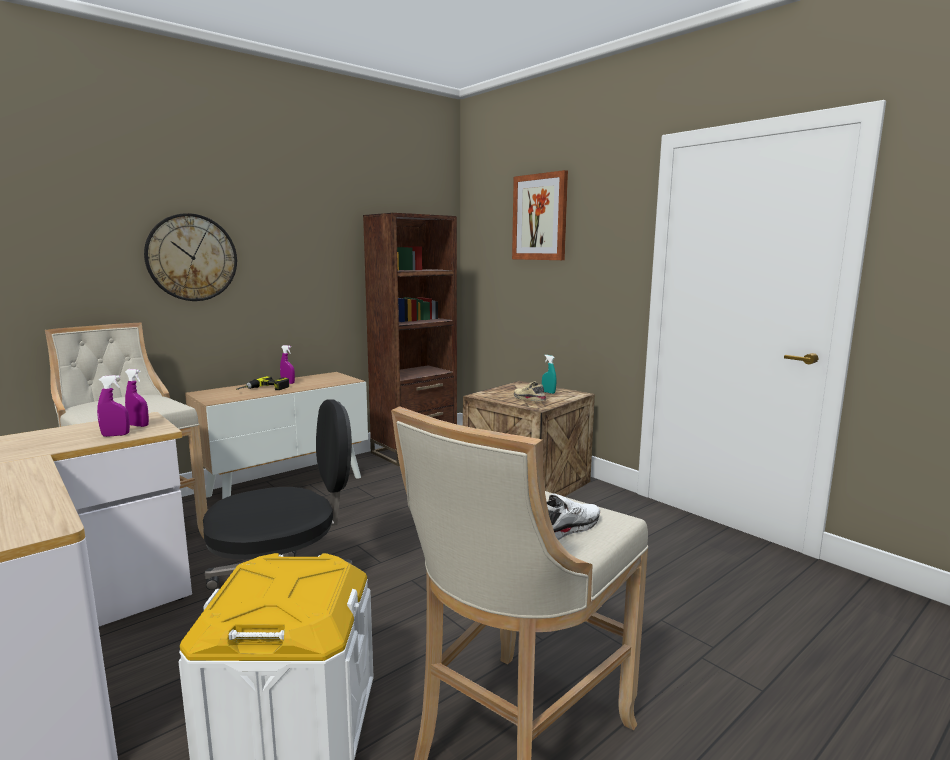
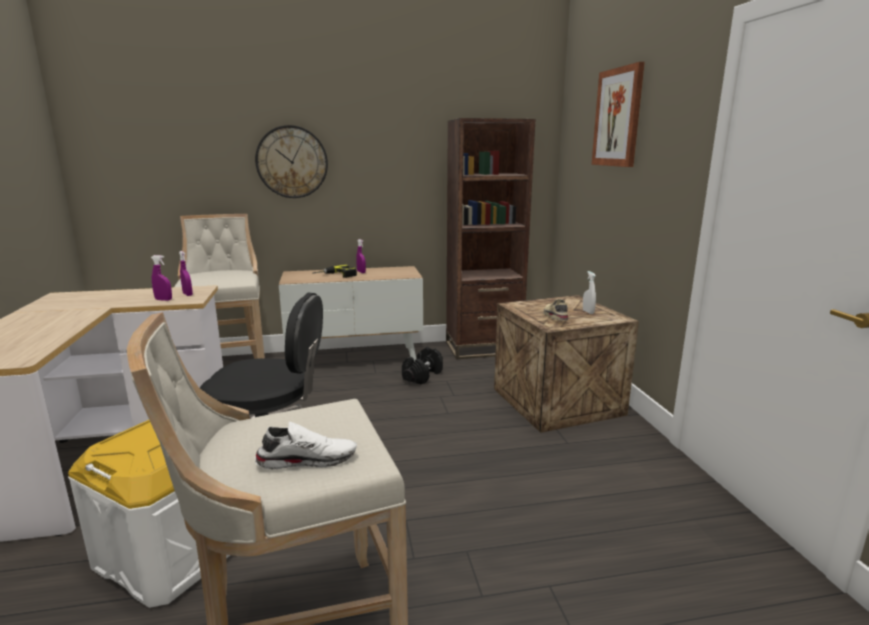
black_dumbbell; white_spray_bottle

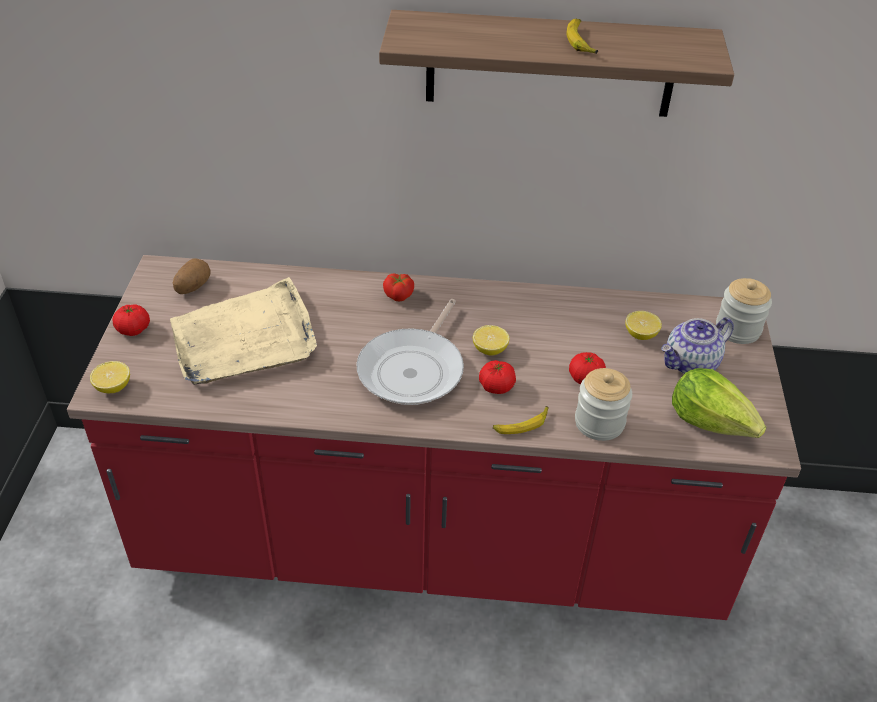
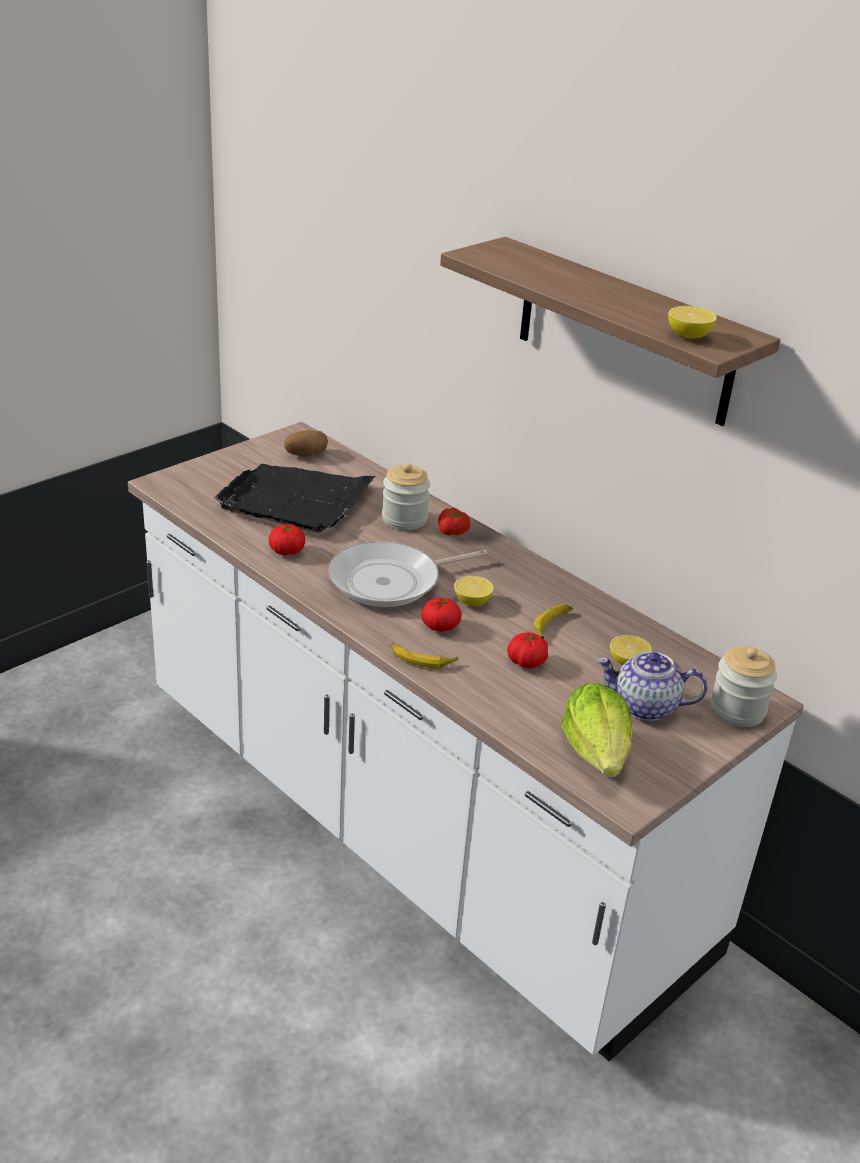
white_counter; black_tray; tomato (no. 1 from left); jar (no. 1 from left); banana (no. 2 from left); lemon (no. 3 from left)

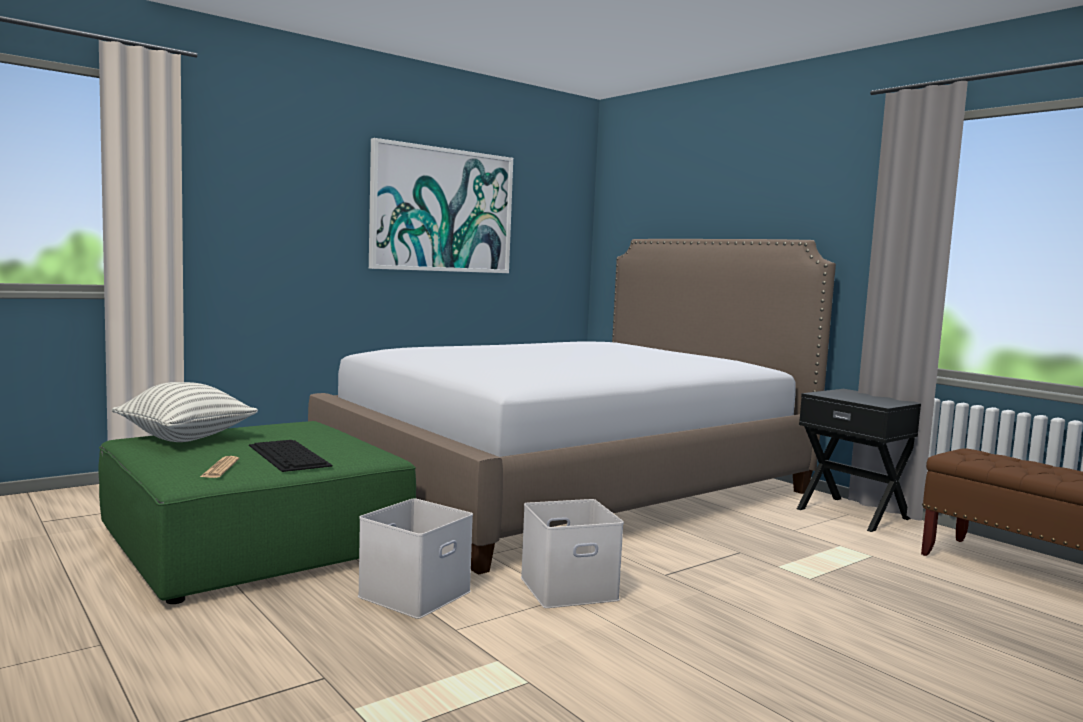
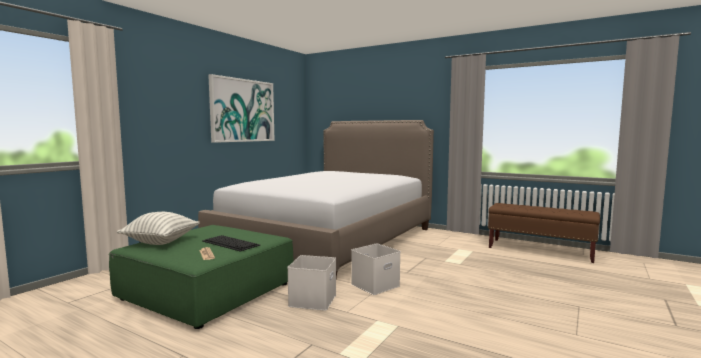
black_nightstand

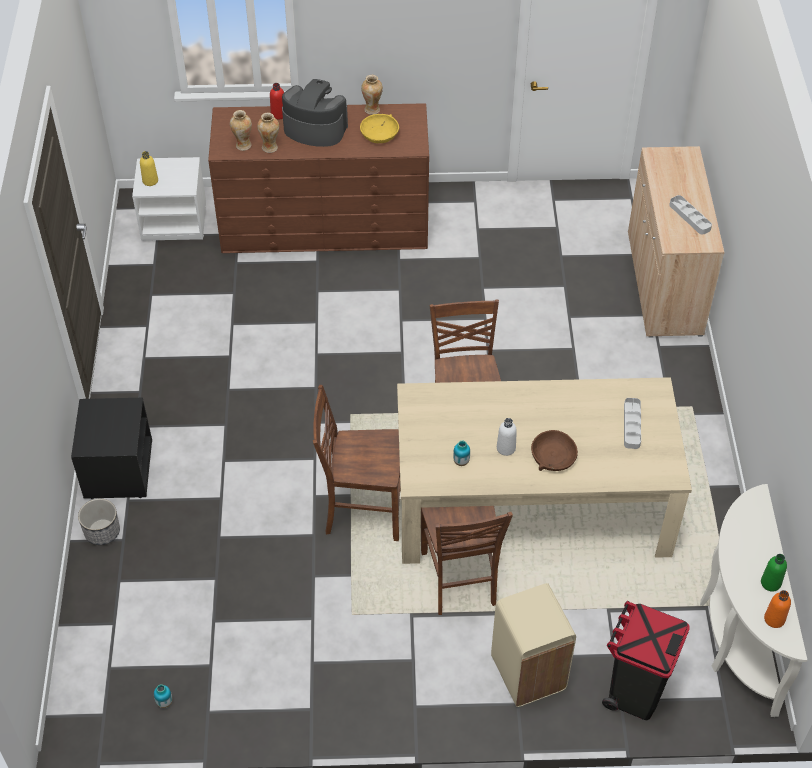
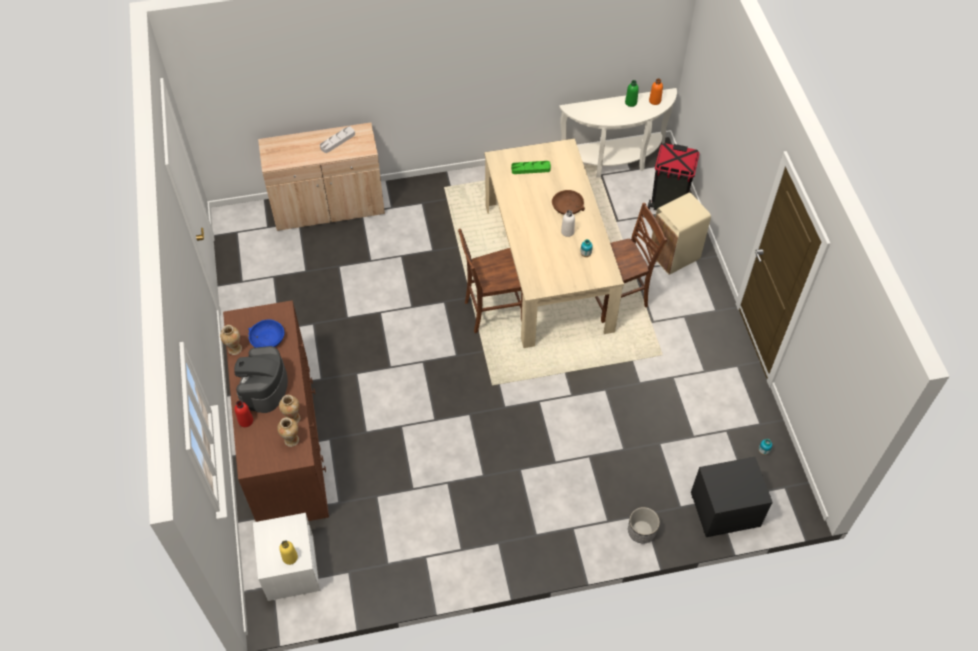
blue_bowl; green_tray; black_nightstand; brown_chair (no. 1 from left in the first image)

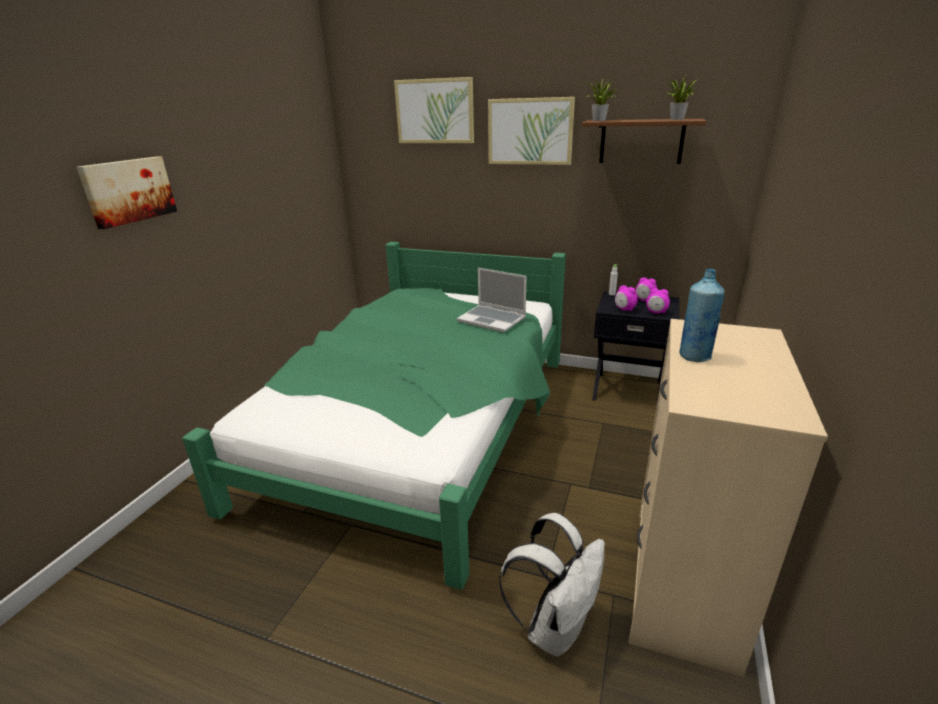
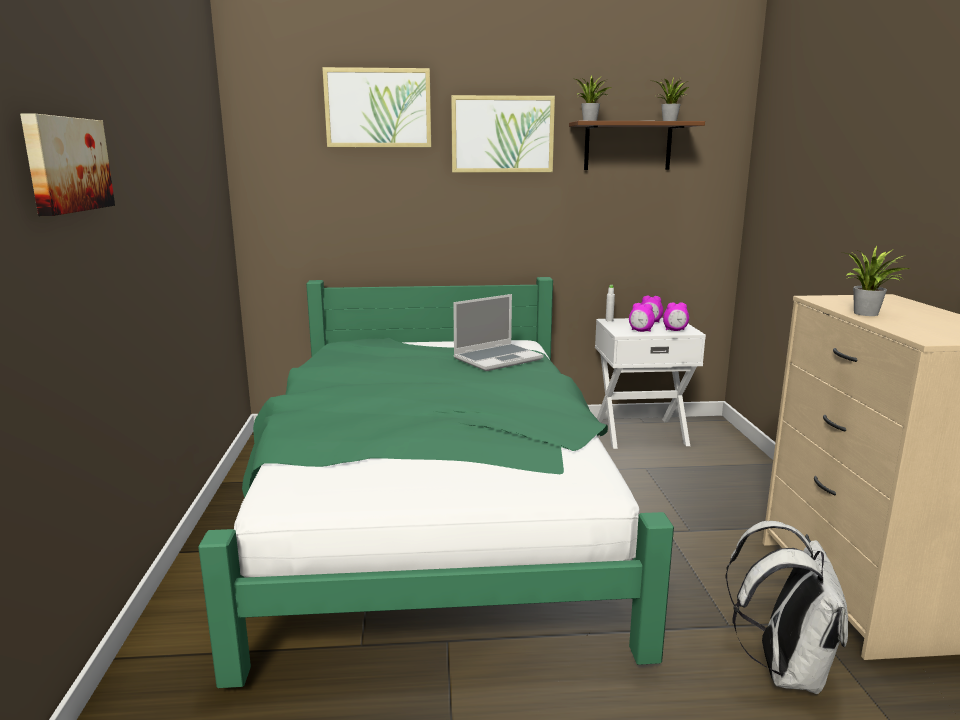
laptop; white_nightstand; potted_plant (no. 3 from left)

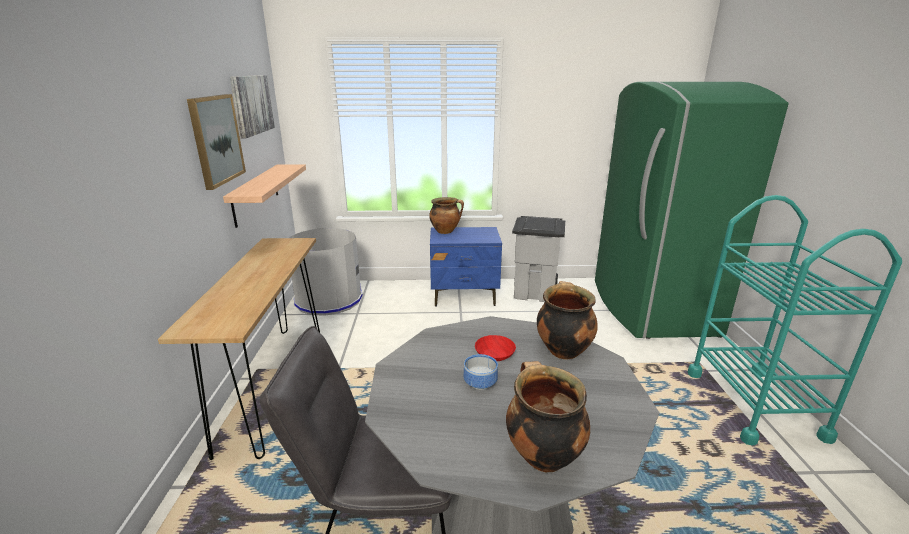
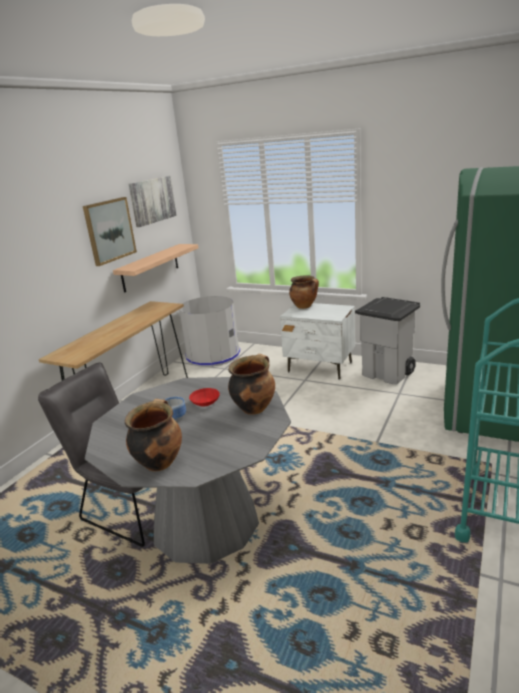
white_nightstand

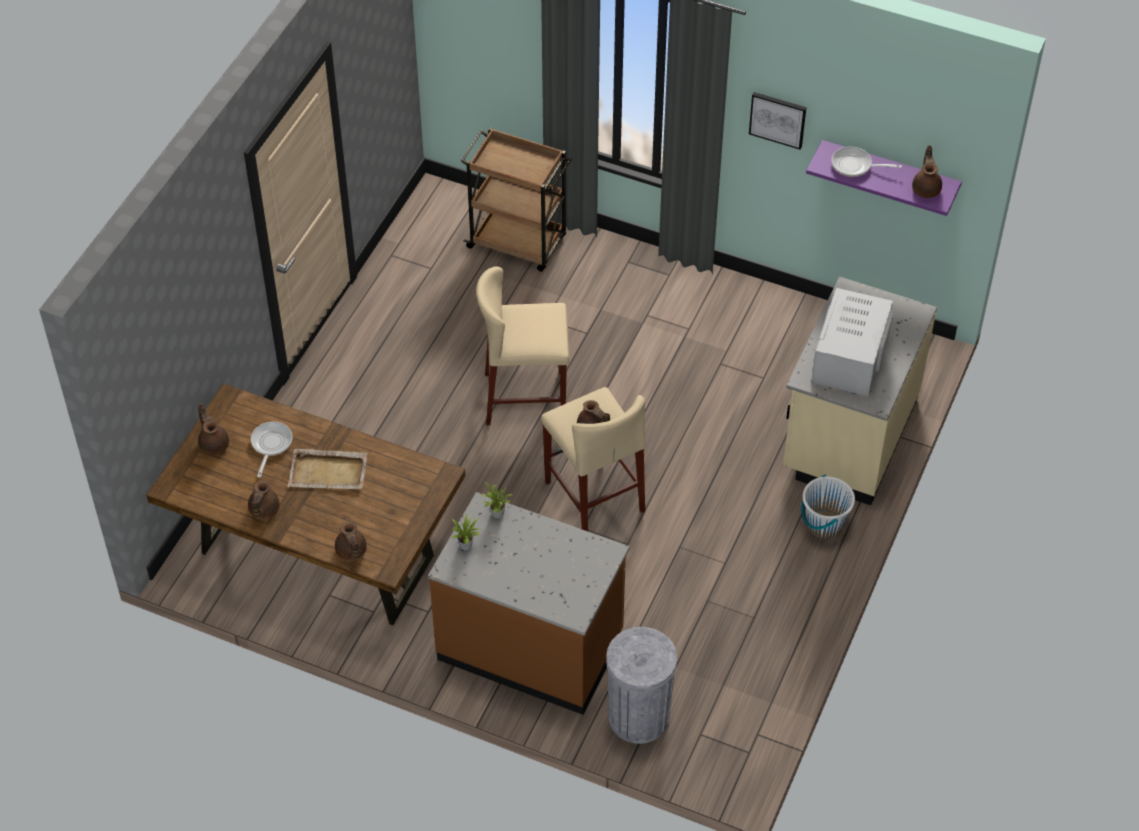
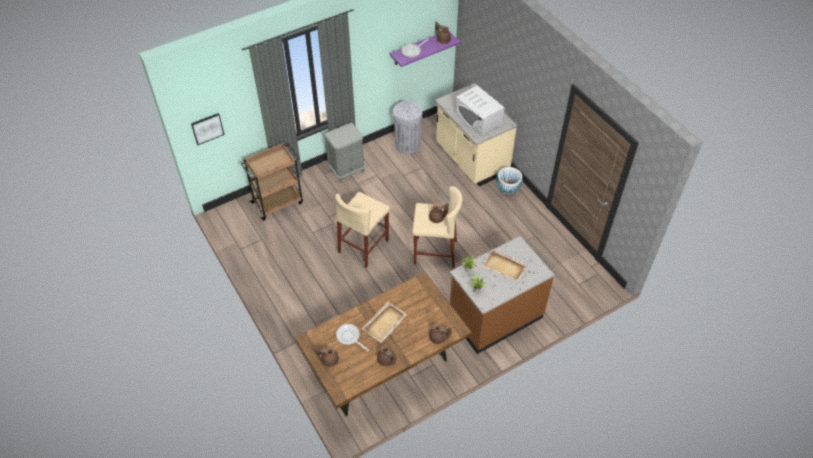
picture; grey_nightstand; grey_trash_can; beige_tray (no. 2 from left)

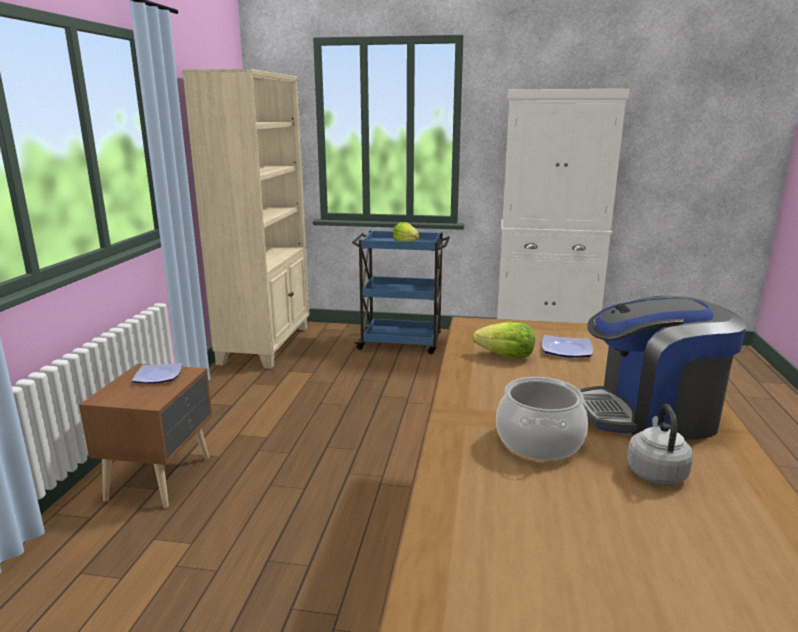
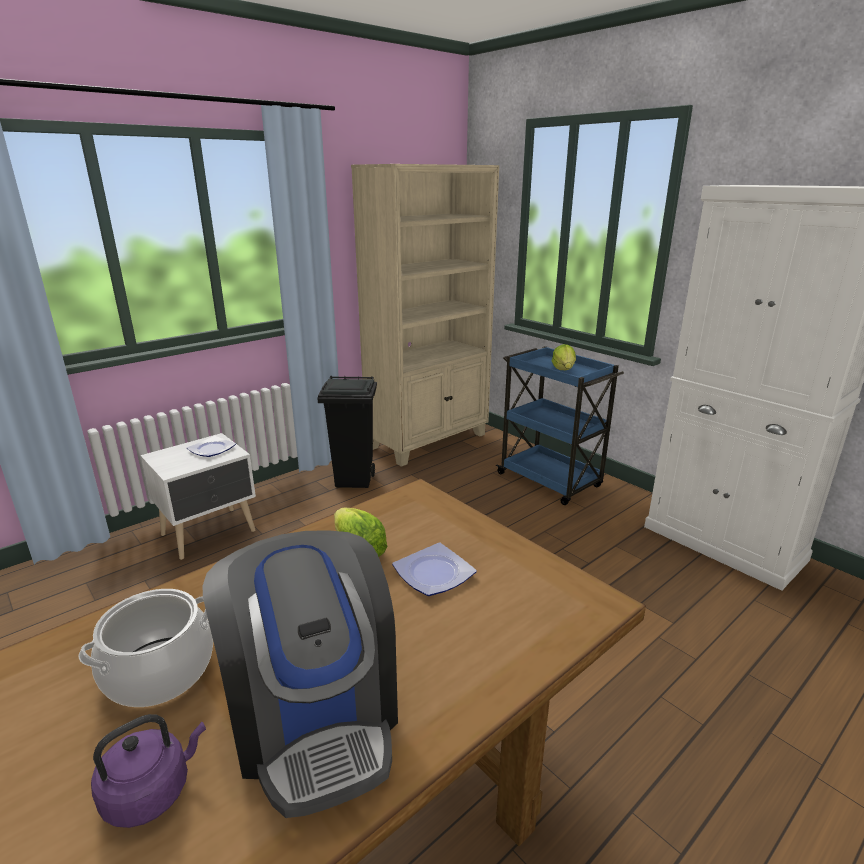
purple_kettle; white_nightstand; coffee_machine; black_trash_can

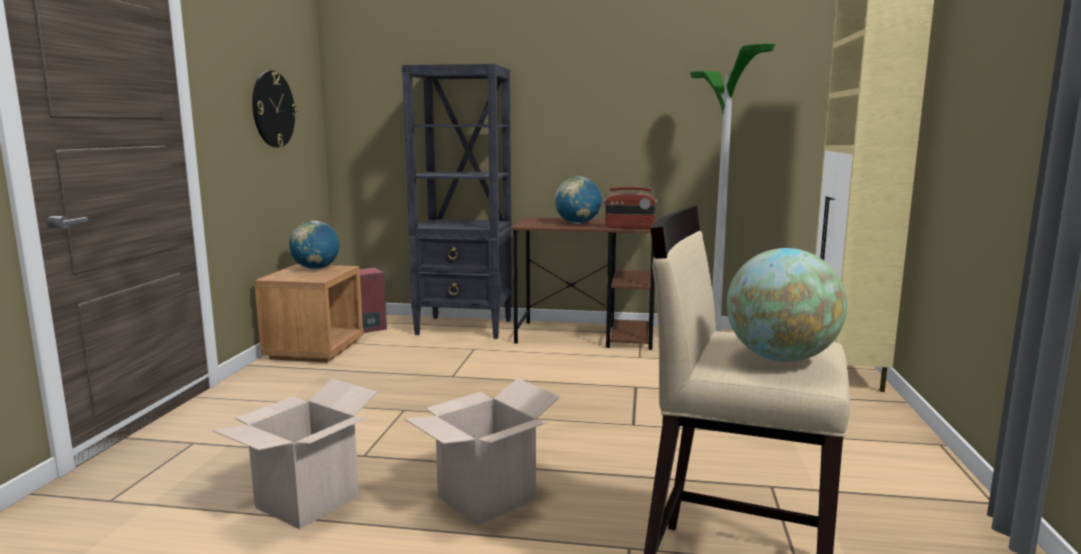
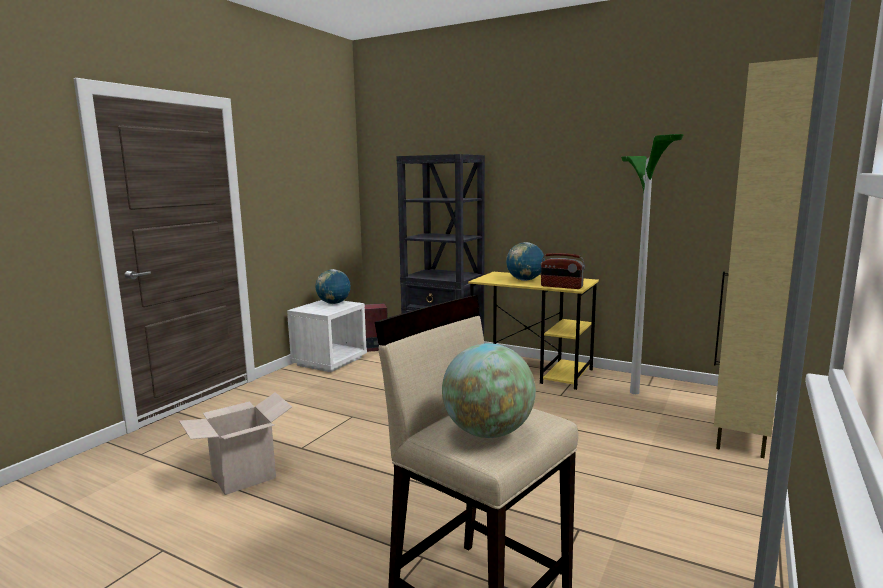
white_nightstand; yellow_desk; wall_clock; cardboard_box (no. 2 from left in the first image)

